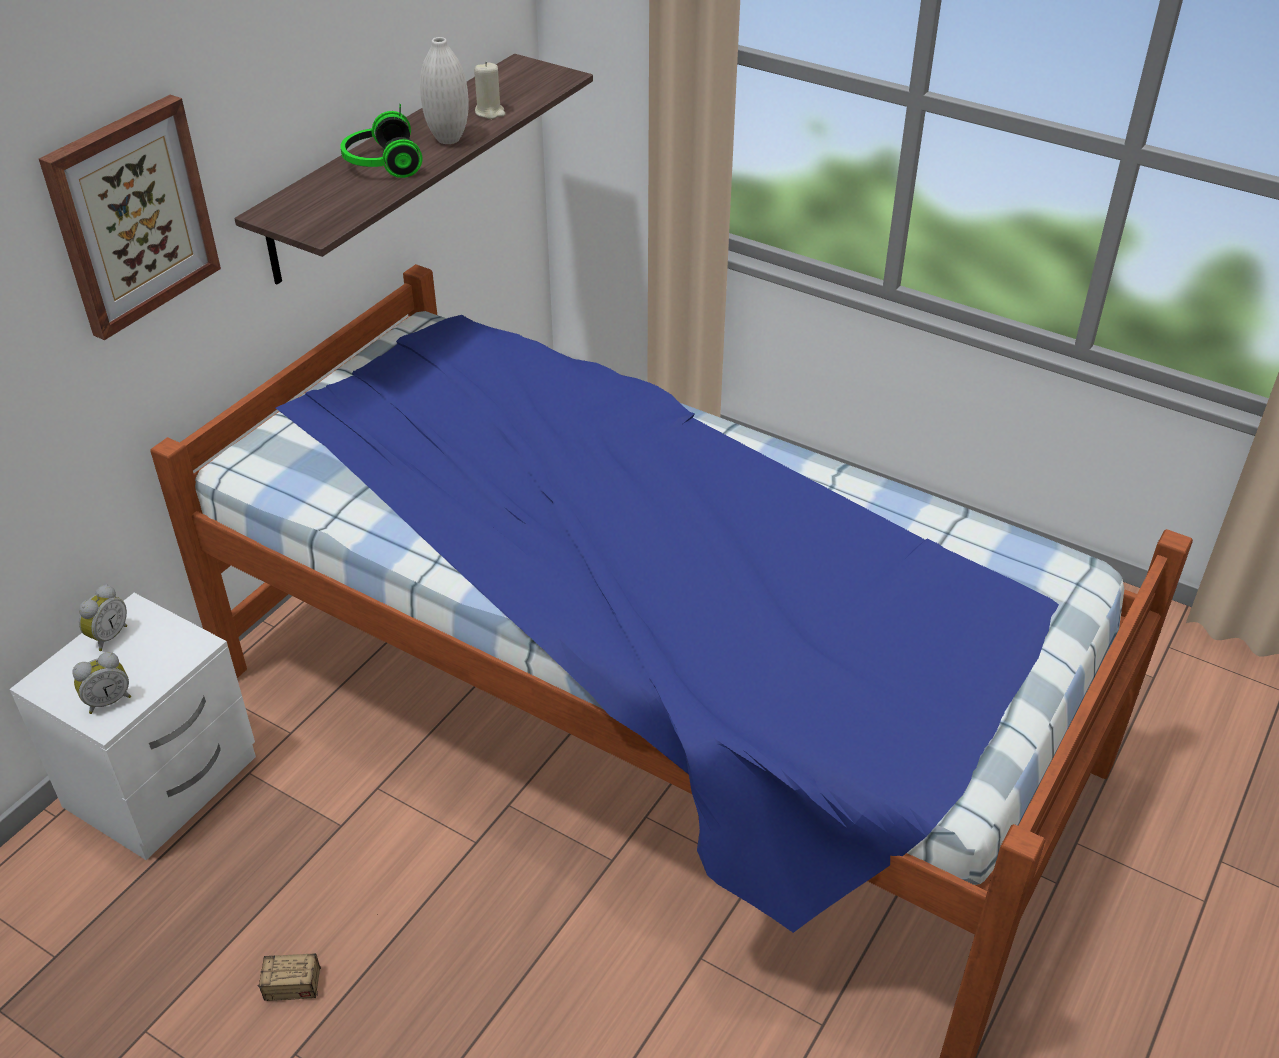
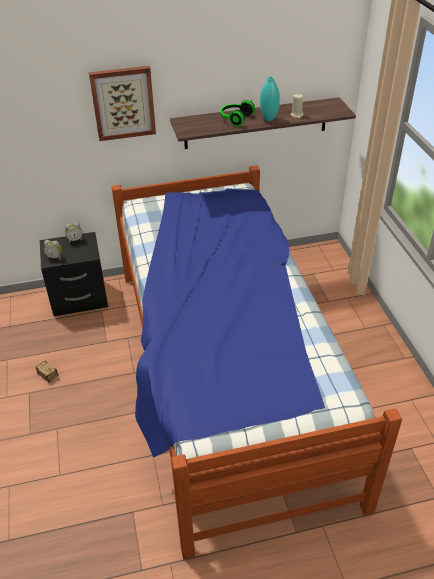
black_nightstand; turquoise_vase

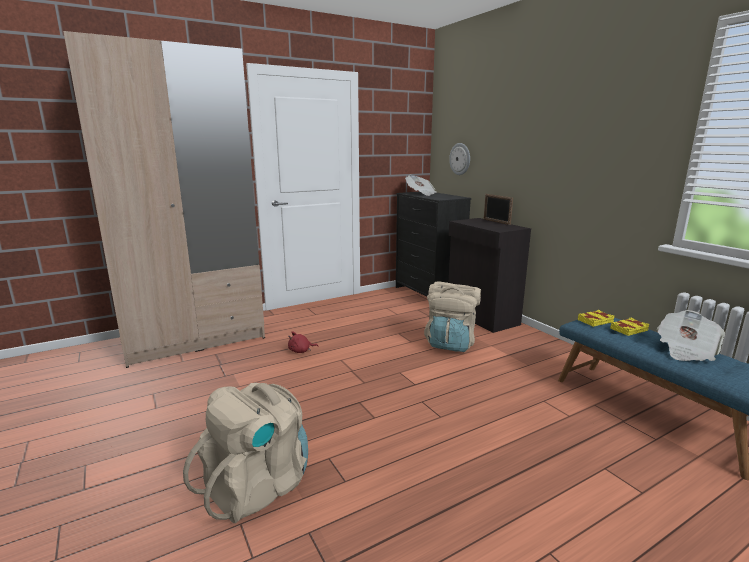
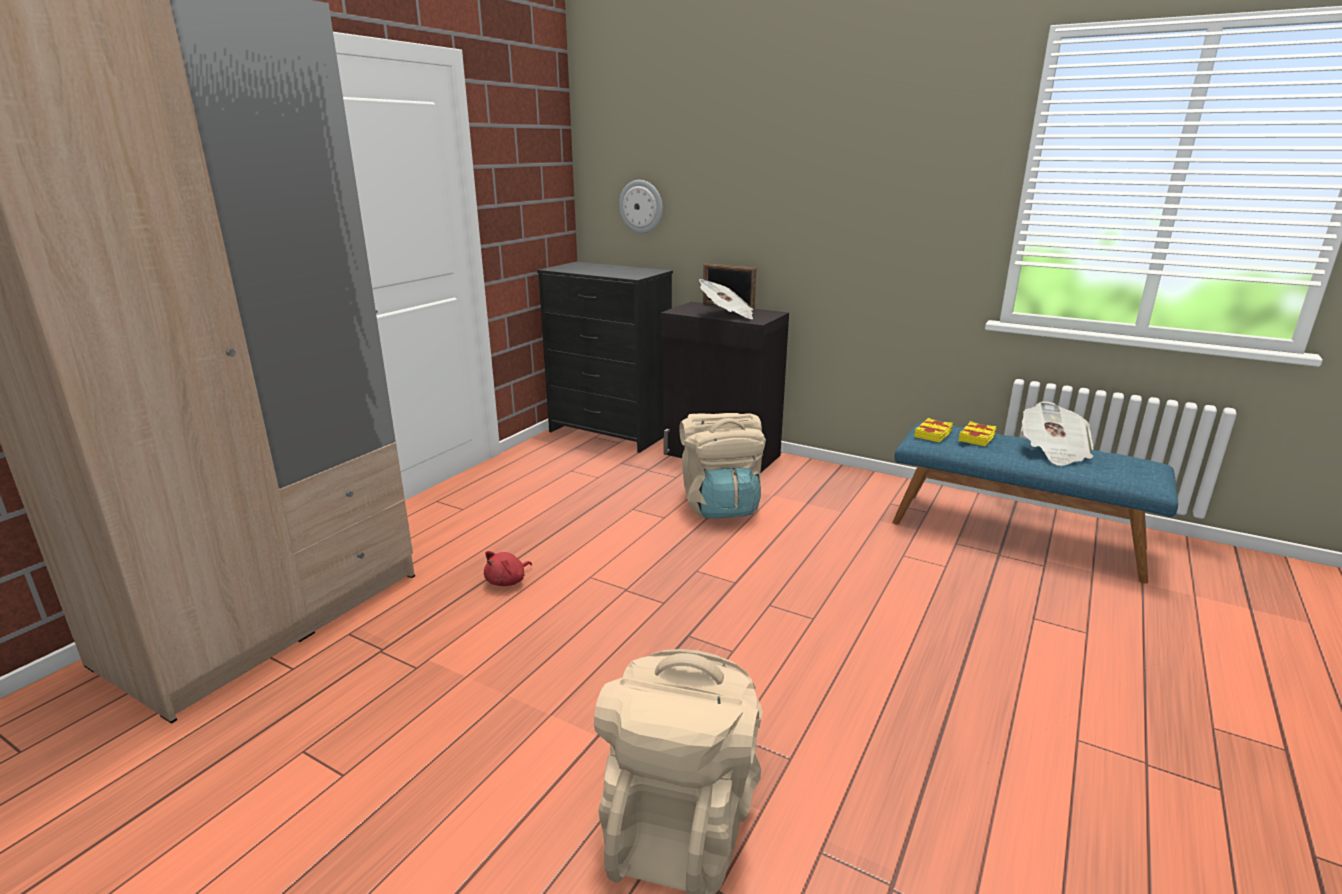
newspaper (no. 1 from left)

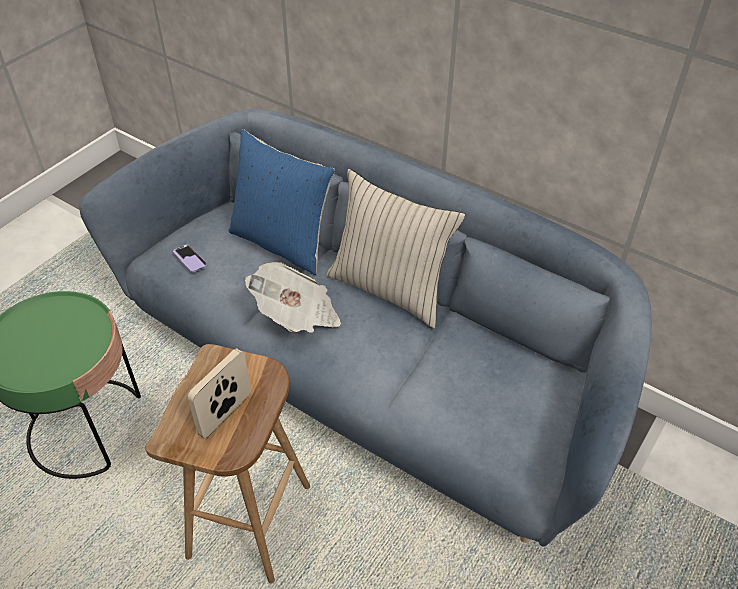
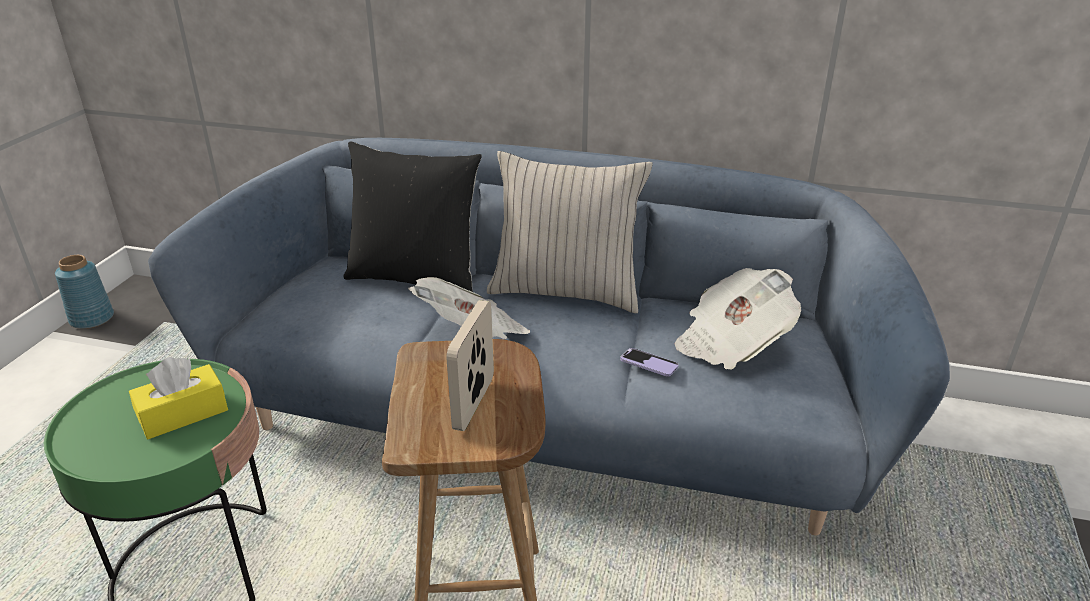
blue_vase; yellow_tissue_box; black_pillow; phone; newspaper (no. 2 from left)

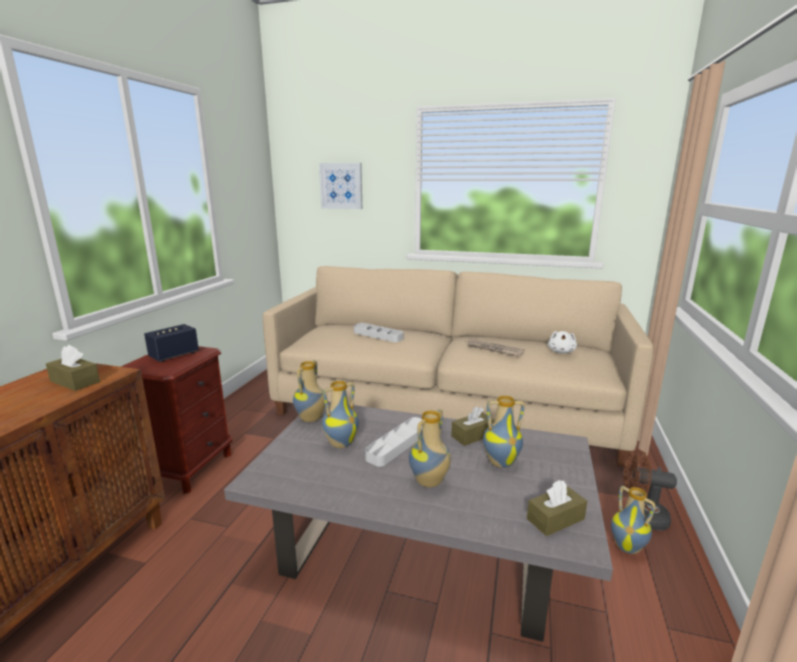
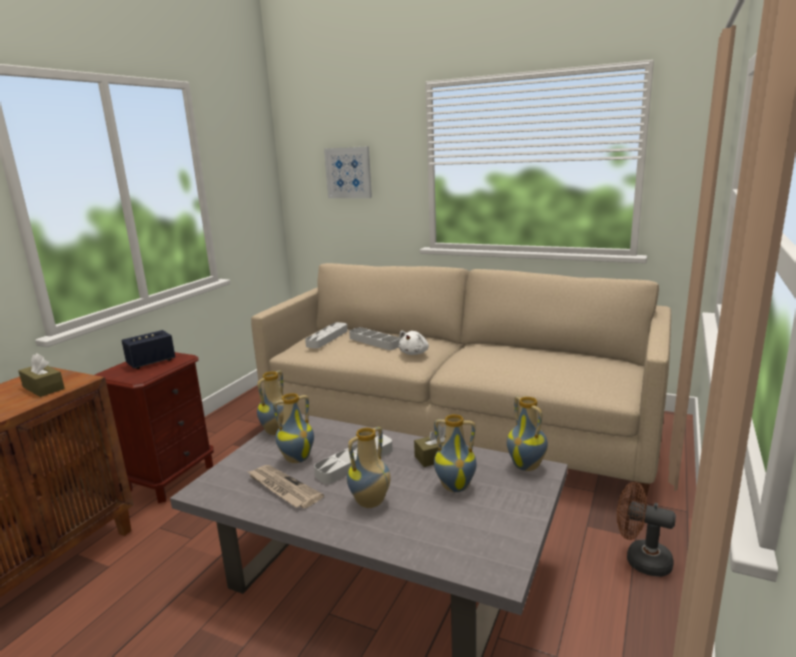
newspaper; grey_tray (no. 1 from left); white_plush_toy; vase (no. 5 from left); brown_tissue_box (no. 3 from left in the first image)

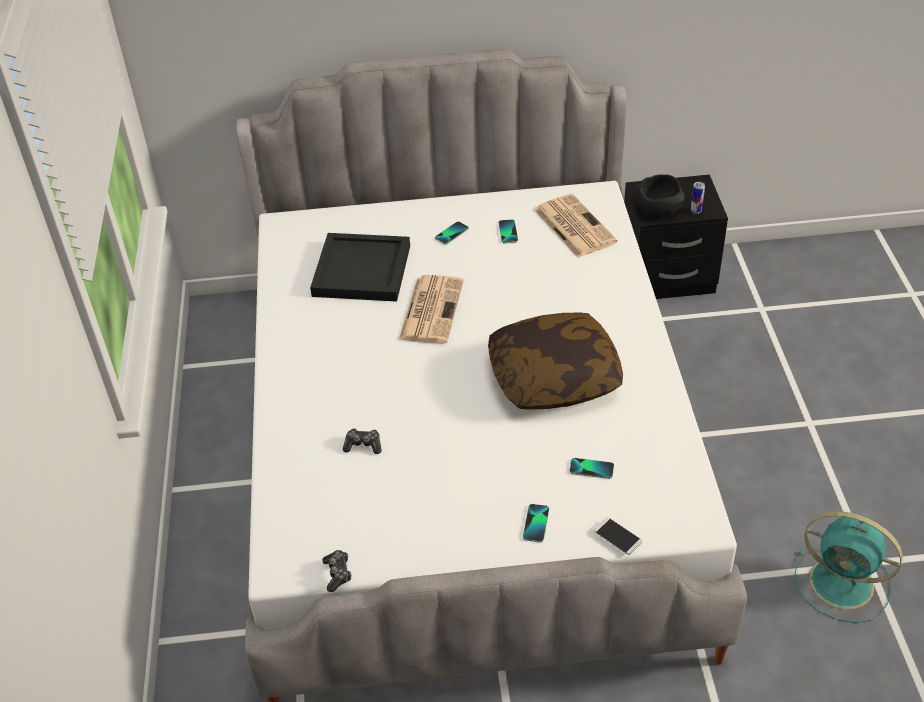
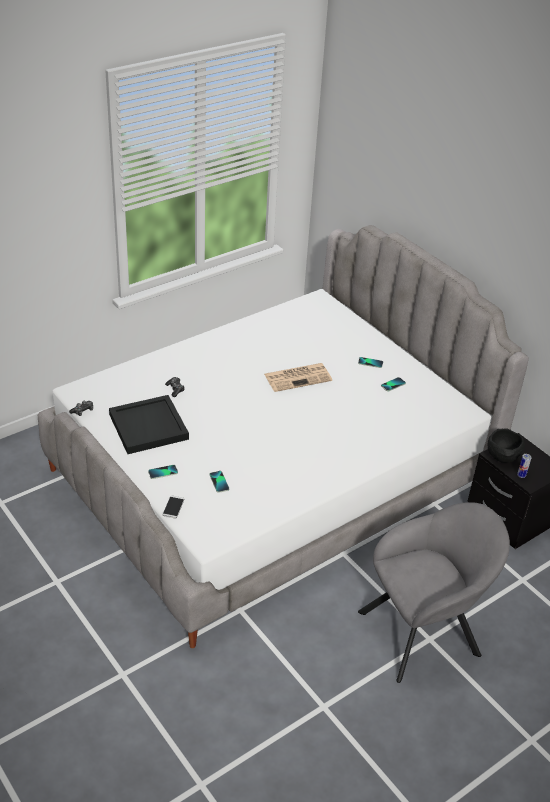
black_tray; grey_armchair; pillow; newspaper (no. 2 from left in the first image); turquoise_fan

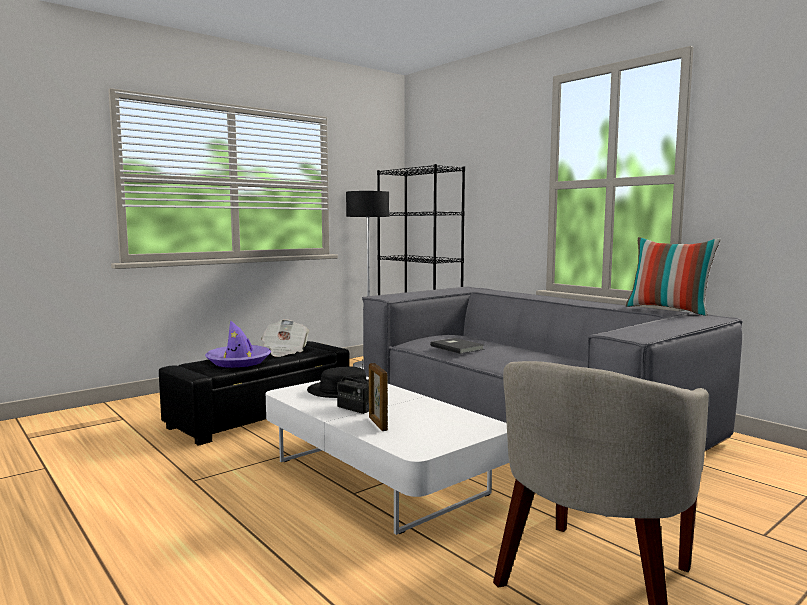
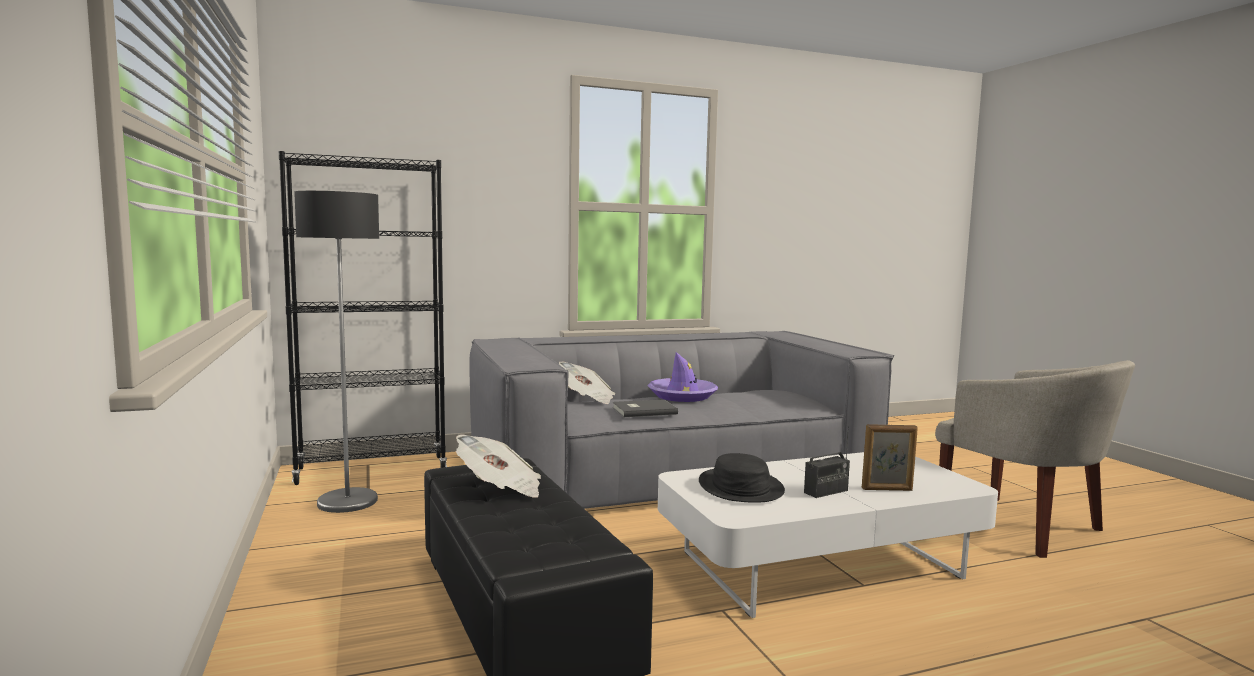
newspaper (no. 2 from left); purple_hat; pillow

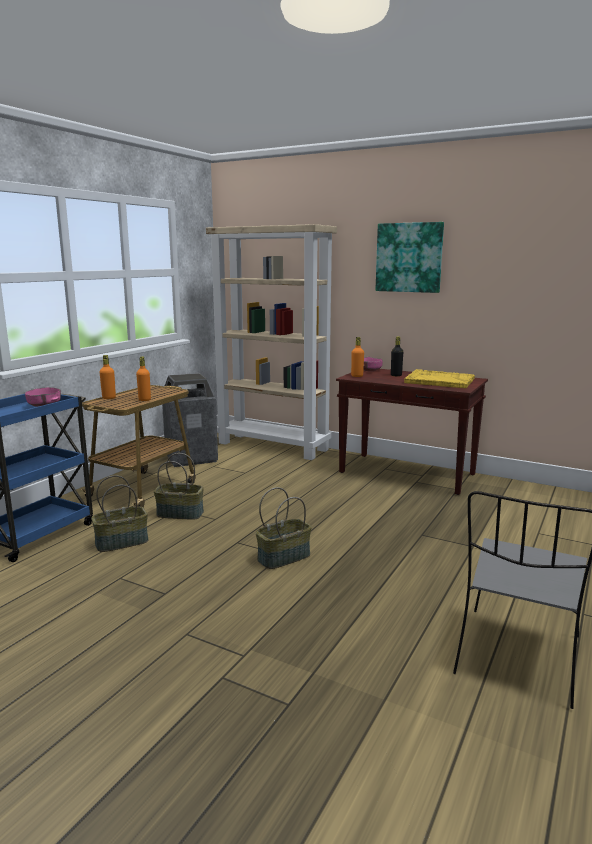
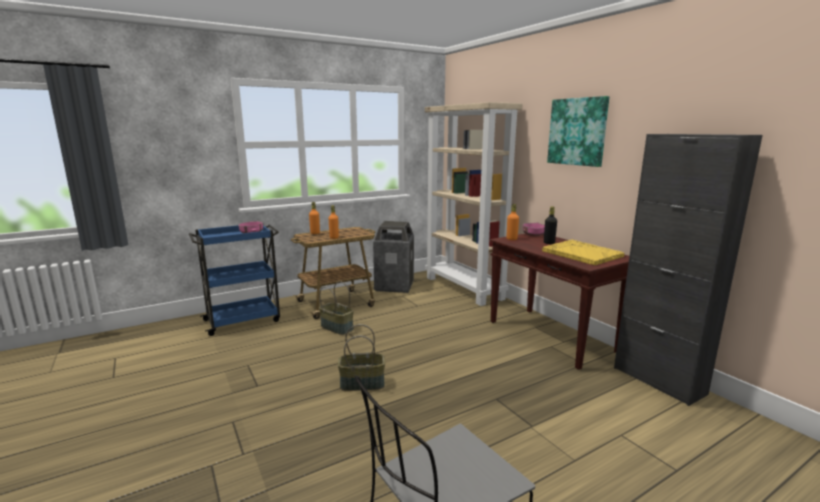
black_cabinet; basket (no. 1 from left in the first image)

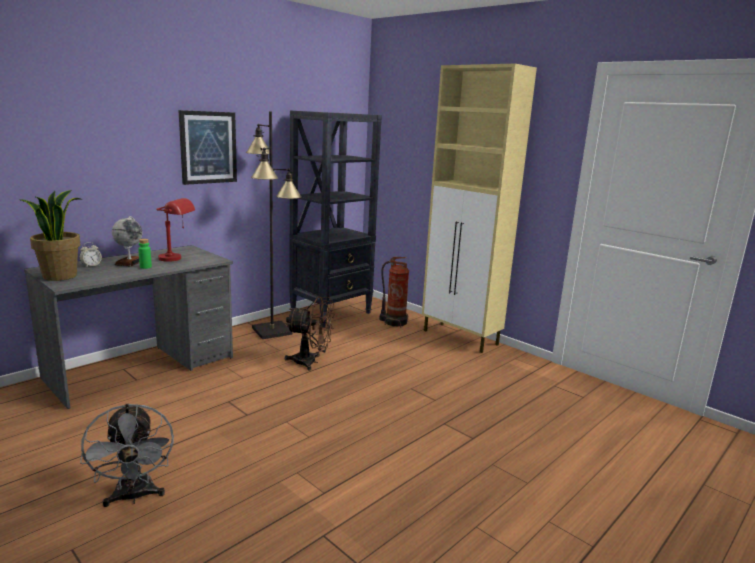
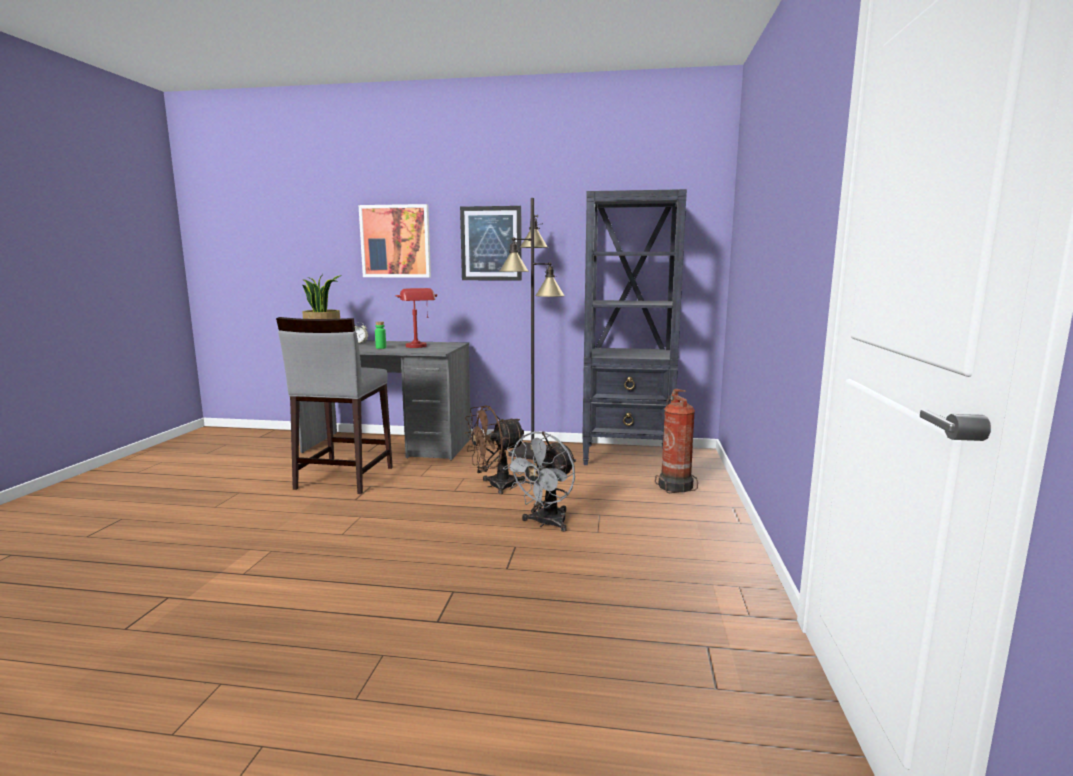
grey_stool; picture (no. 1 from left); brown_fan; grey_fan; globe; beige_cabinet

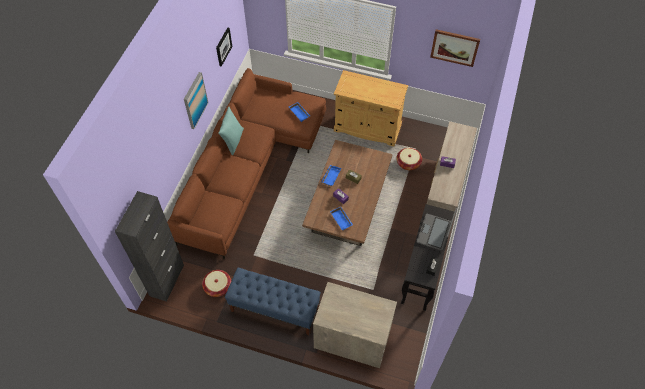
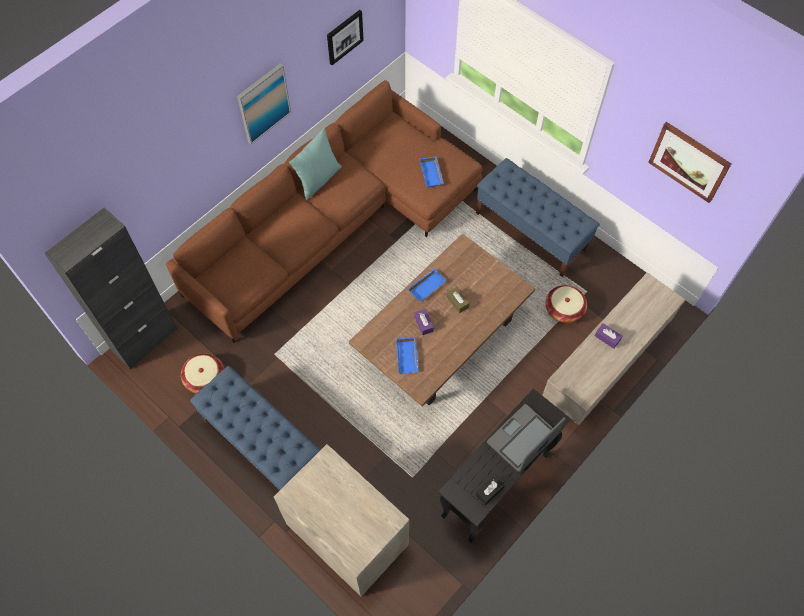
blue_bench (no. 2 from left)

